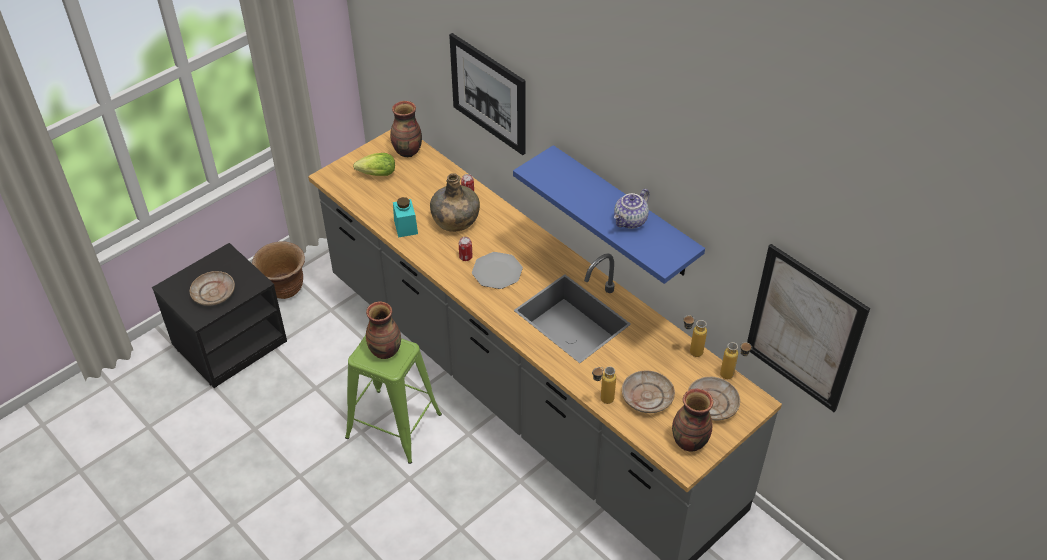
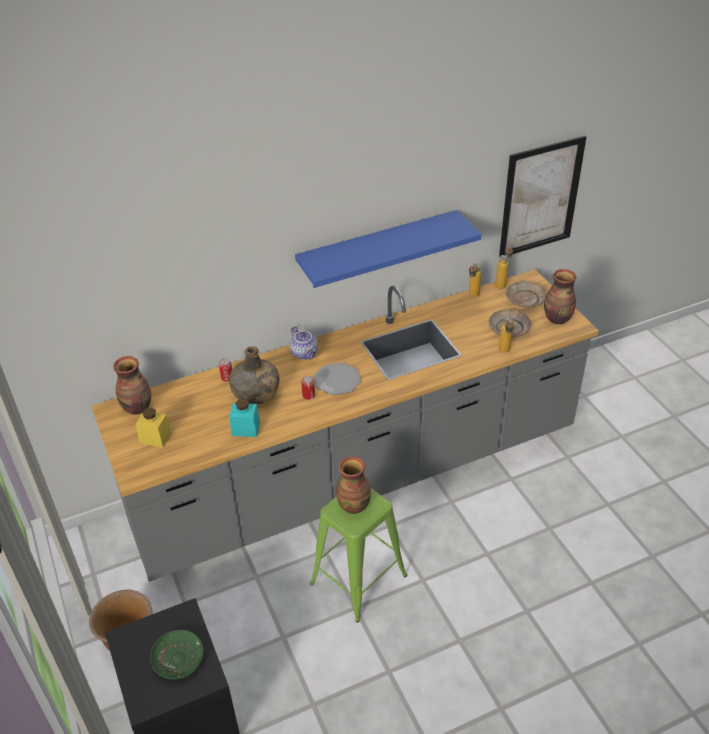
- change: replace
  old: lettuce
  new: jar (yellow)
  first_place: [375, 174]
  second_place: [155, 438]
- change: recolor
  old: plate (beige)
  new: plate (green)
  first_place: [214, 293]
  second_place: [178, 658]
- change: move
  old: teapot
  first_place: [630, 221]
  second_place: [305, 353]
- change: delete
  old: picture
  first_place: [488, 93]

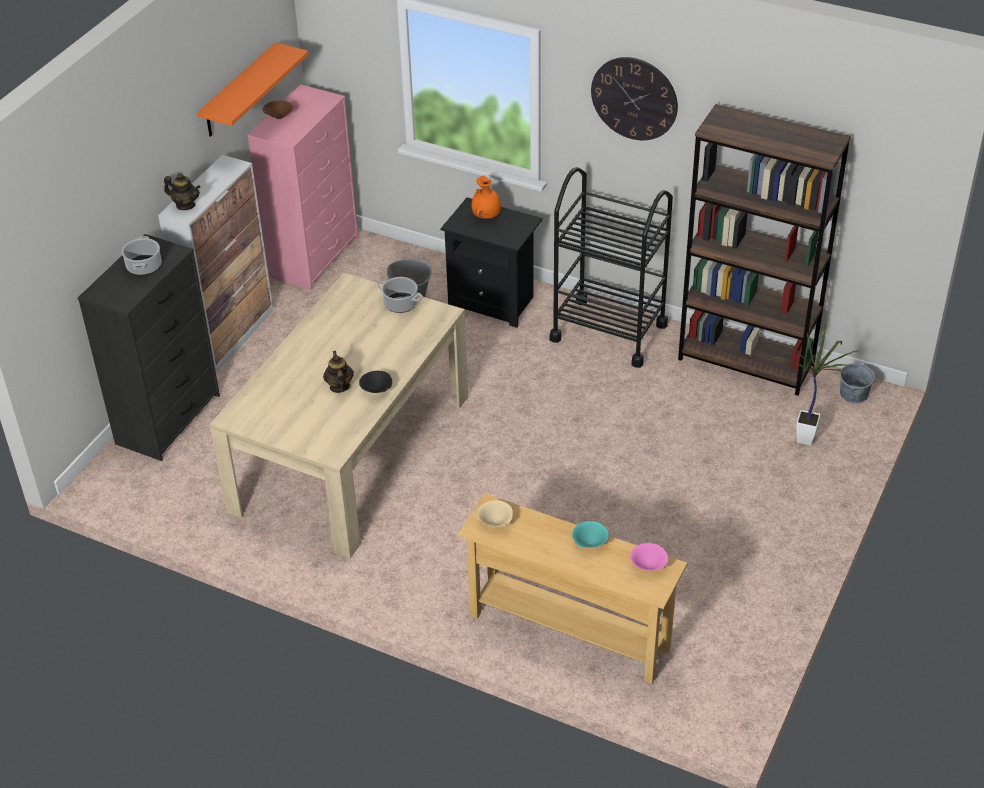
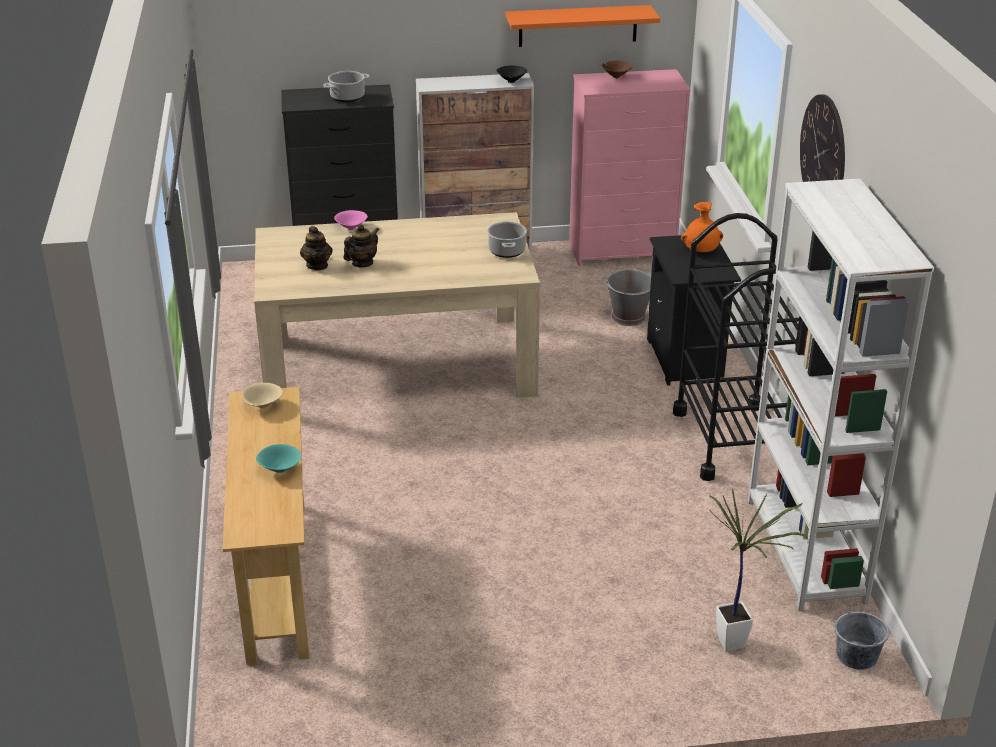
- change: move
  old: teapot
  first_place: [185, 205]
  second_place: [317, 265]
- change: move
  old: bowl (pink)
  first_place: [649, 566]
  second_place: [351, 229]
- change: move
  old: bowl (black)
  first_place: [377, 391]
  second_place: [511, 82]
- change: recolor
  old: bookcase (brown)
  new: bookcase (white)
  first_place: [746, 361]
  second_place: [805, 550]

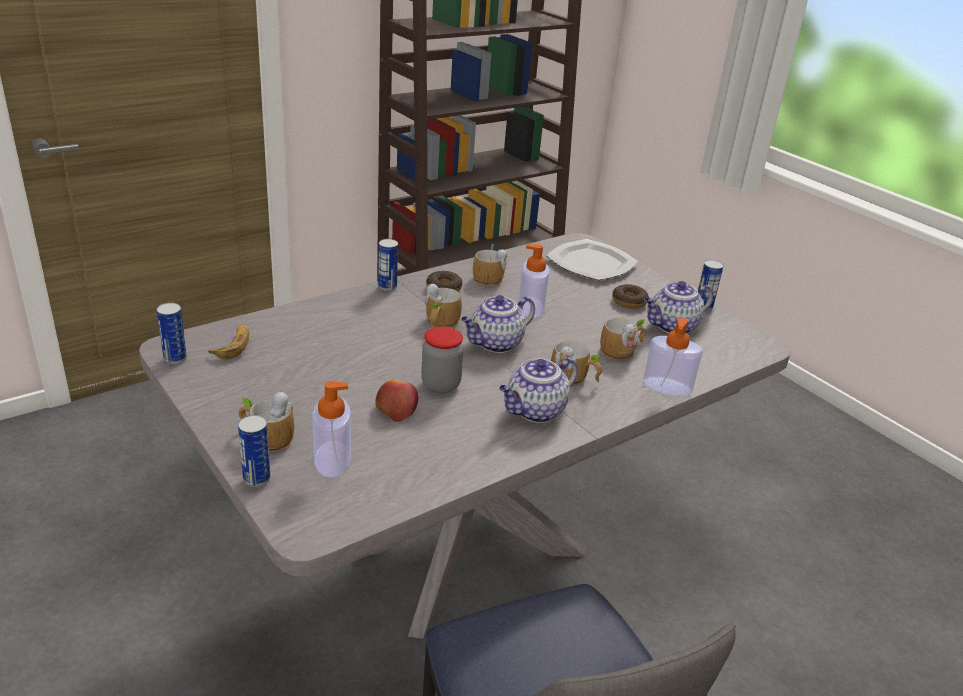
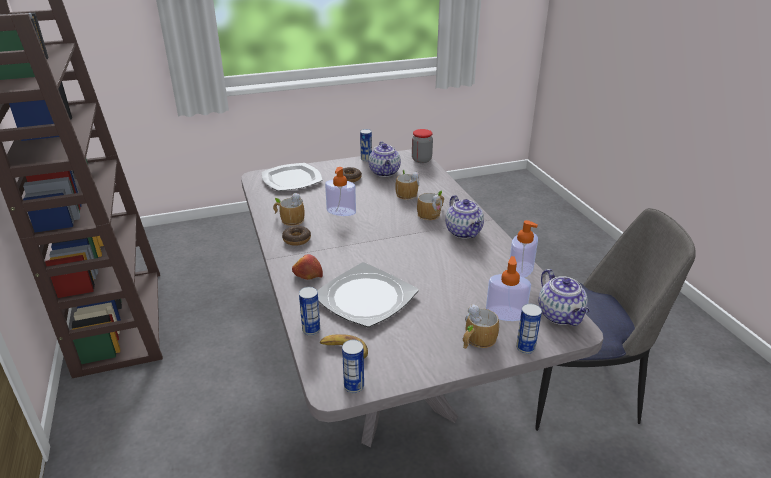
- change: move
  old: apple
  first_place: [396, 408]
  second_place: [307, 275]
- change: move
  old: can
  first_place: [387, 287]
  second_place: [311, 330]
- change: insert
  new: plate
  second_place: [364, 298]
- change: move
  old: jar
  first_place: [440, 384]
  second_place: [421, 160]
- change: move
  old: soap dispenser
  first_place: [667, 386]
  second_place: [520, 270]
- change: move
  old: teapot
  first_place: [495, 344]
  second_place: [561, 316]
- change: delete
  old: mug
  first_place: [440, 323]

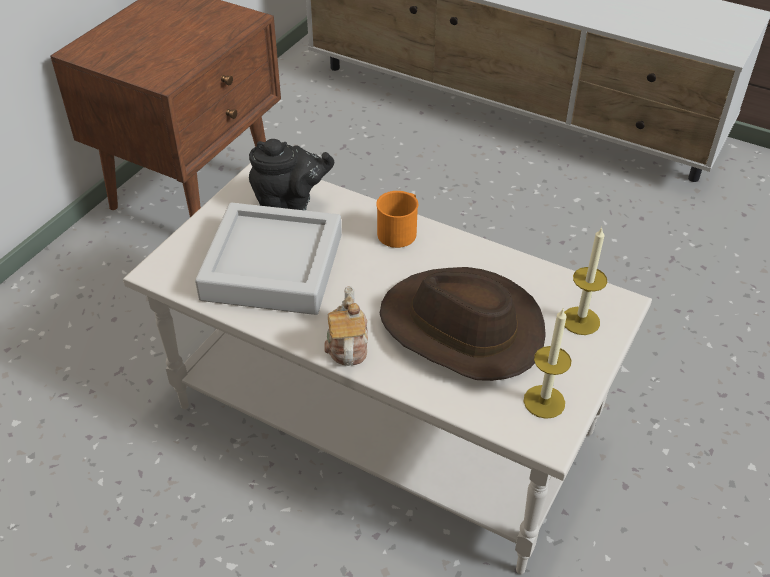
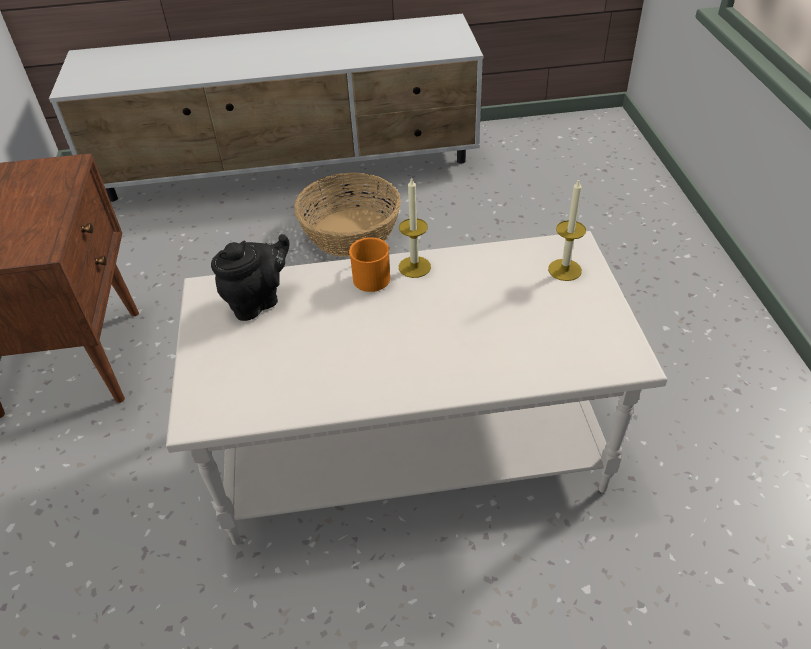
- change: insert
  new: basket
  second_place: [350, 232]
- change: move
  old: candle
  first_place: [544, 401]
  second_place: [414, 267]
- change: delete
  old: tray (grey)
  first_place: [272, 267]
- change: delete
  old: teapot
  first_place: [347, 344]
- change: delete
  old: hat (brown)
  first_place: [461, 329]

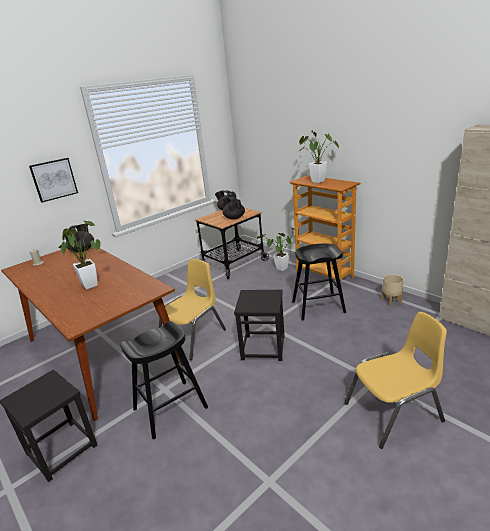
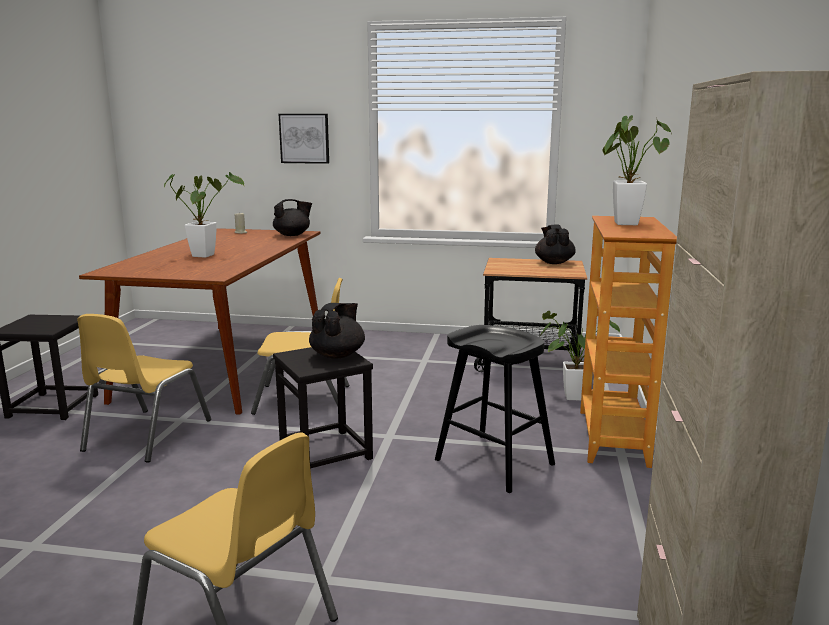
- change: replace
  old: stool (black)
  new: chair (yellow)
  first_place: [170, 408]
  second_place: [146, 435]
- change: move
  old: teapot (black)
  first_place: [234, 218]
  second_place: [338, 355]
- change: delete
  old: planter (beige)
  first_place: [392, 301]

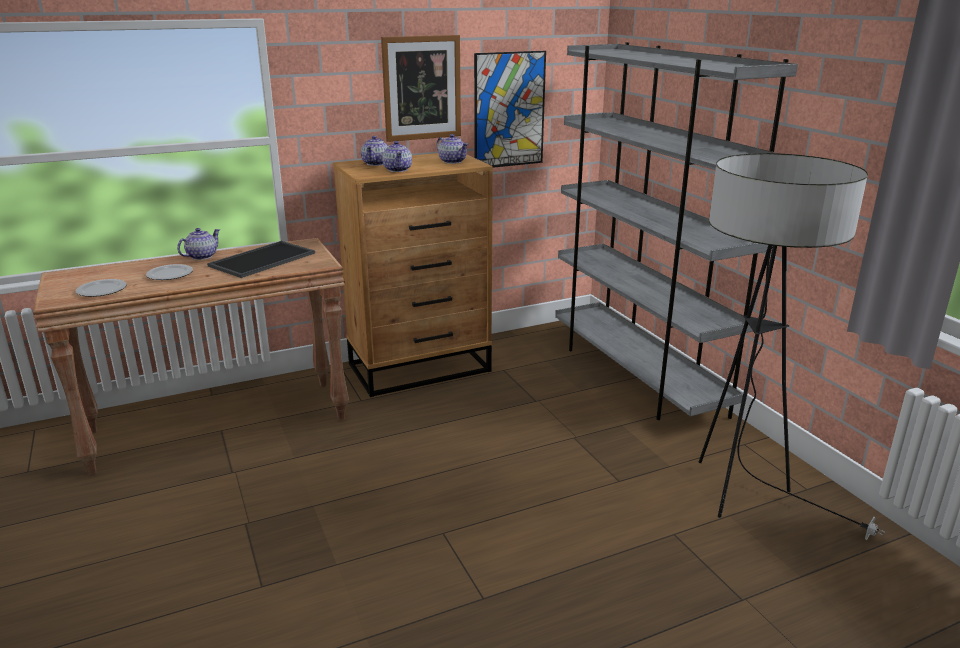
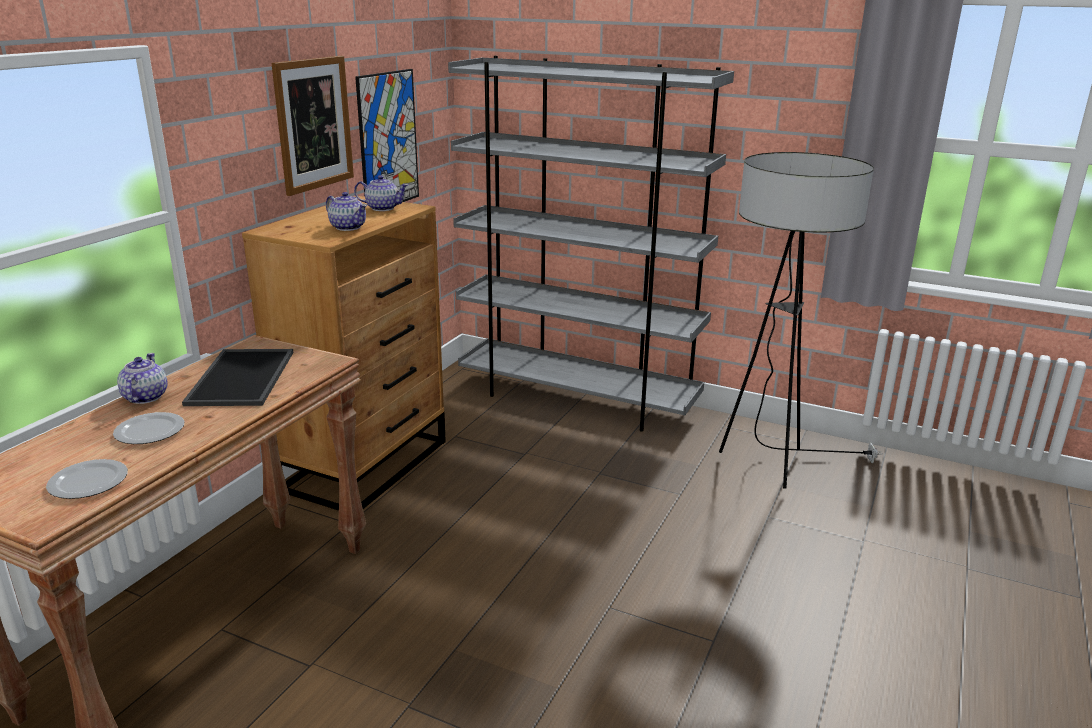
- change: delete
  old: teapot
  first_place: [376, 163]

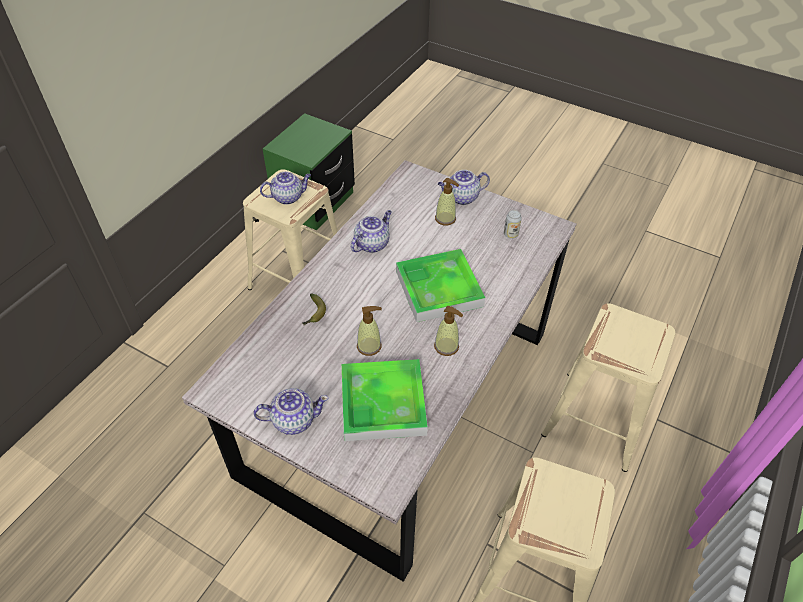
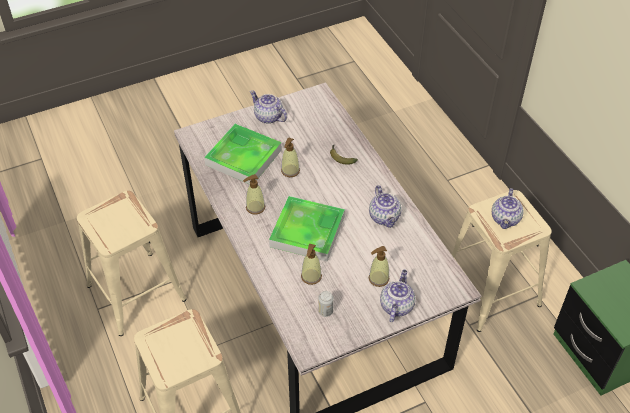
- change: rotate
  old: teapot
  first_place: [293, 419]
  second_place: [268, 117]
  degrees: 105
- change: insert
  new: soap dispenser
  second_place: [311, 276]

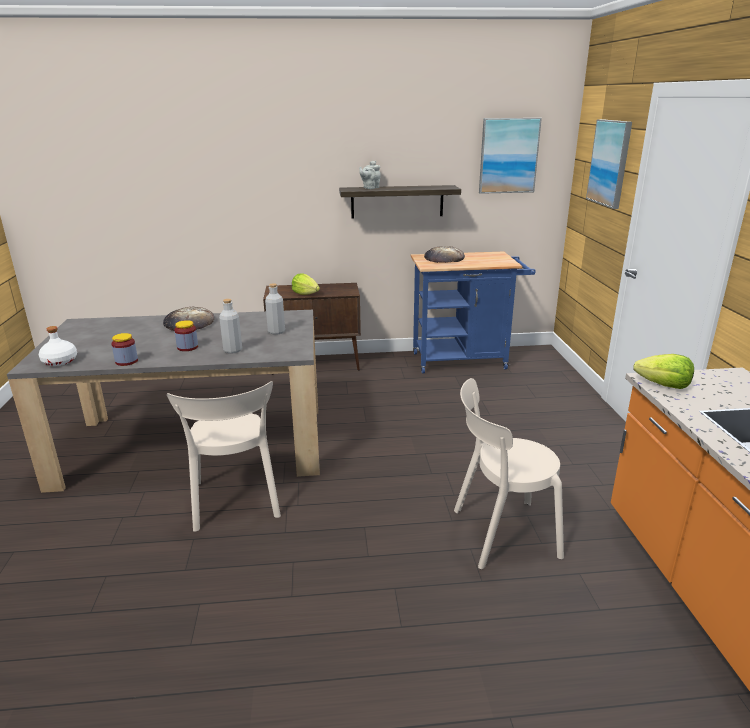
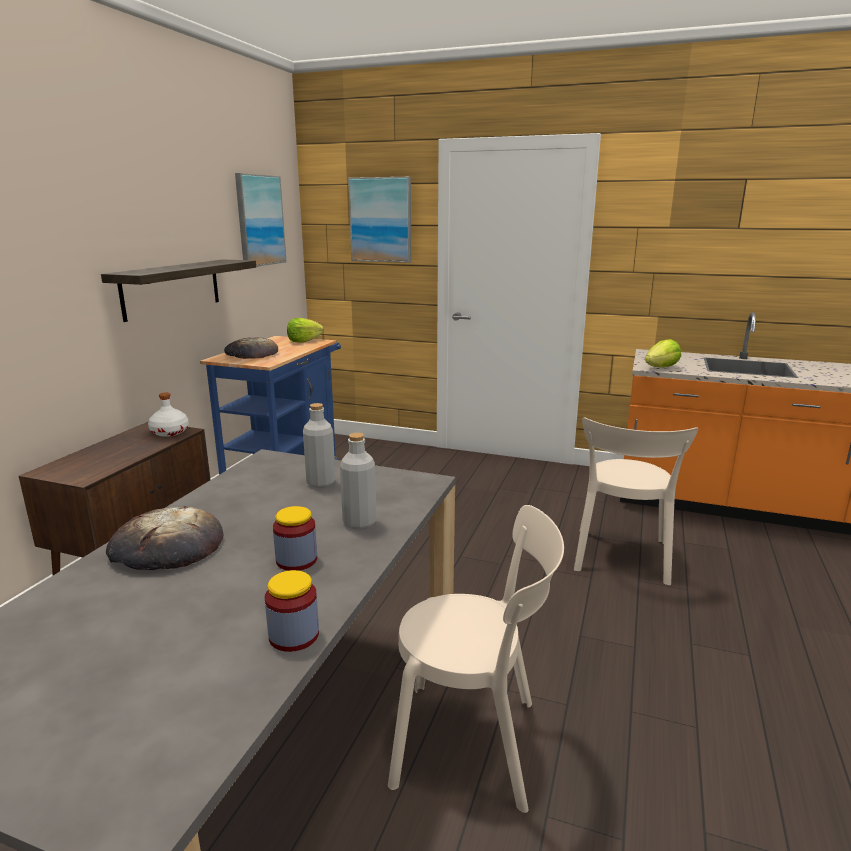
- change: move
  old: bottle (white)
  first_place: [59, 361]
  second_place: [170, 432]
- change: move
  old: lettuce
  first_place: [305, 294]
  second_place: [304, 341]
- change: delete
  old: teapot (grey)
  first_place: [370, 188]

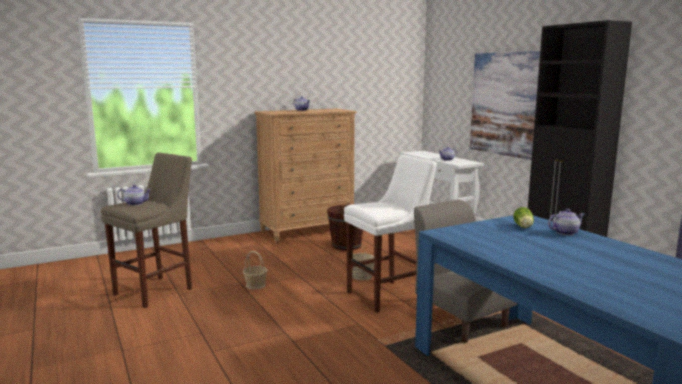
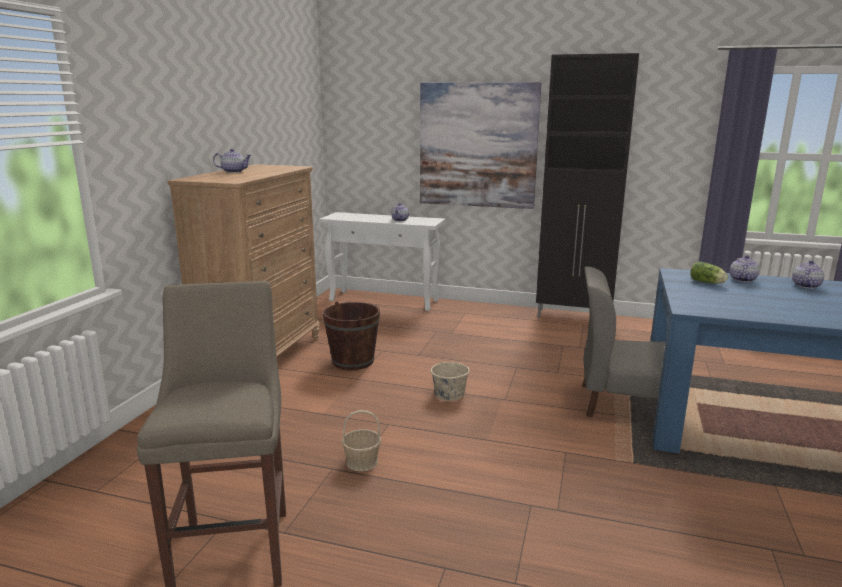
- change: move
  old: teapot
  first_place: [135, 203]
  second_place: [805, 286]
- change: delete
  old: stool (white)
  first_place: [388, 295]

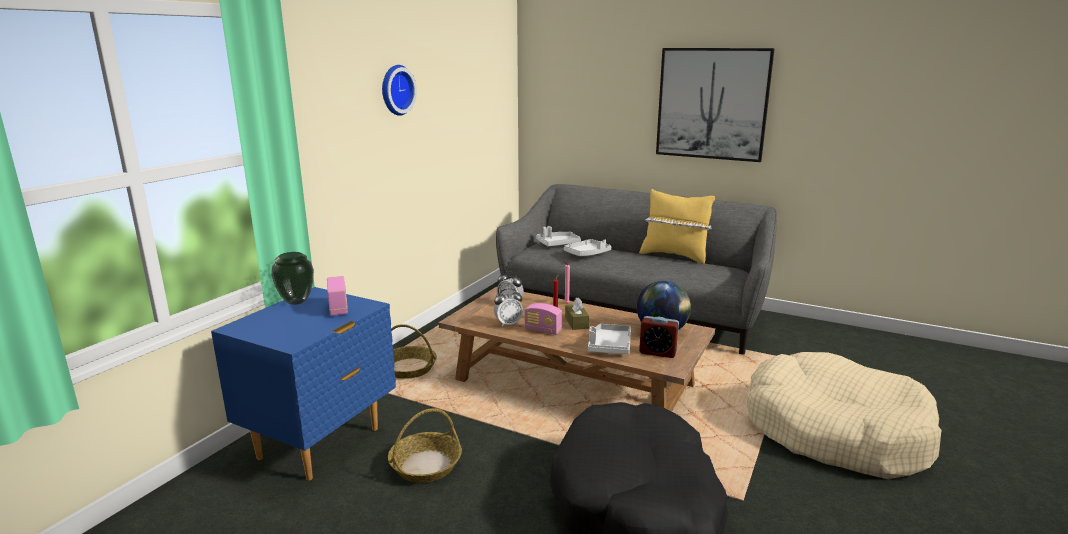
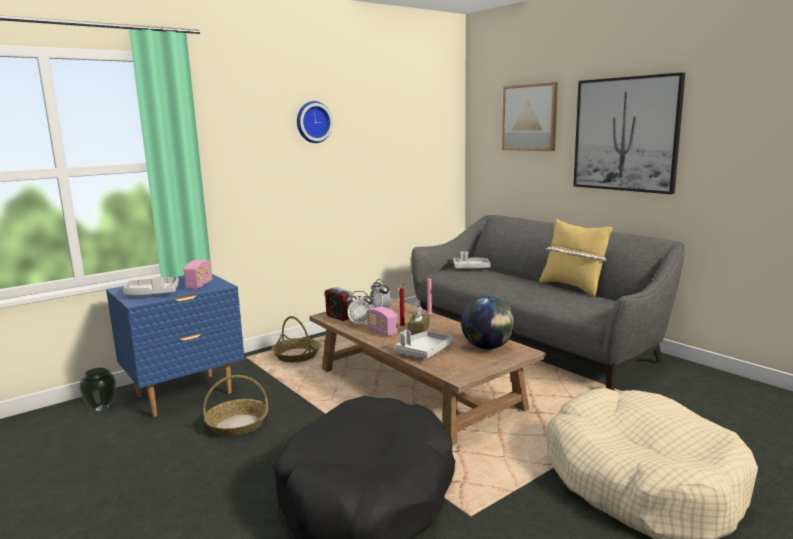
- change: move
  old: vase
  first_place: [297, 301]
  second_place: [102, 408]
- change: move
  old: tray (grey)
  first_place: [587, 254]
  second_place: [153, 294]
- change: move
  old: alarm clock
  first_place: [657, 352]
  second_place: [339, 317]
- change: insert
  new: picture
  second_place: [530, 117]

